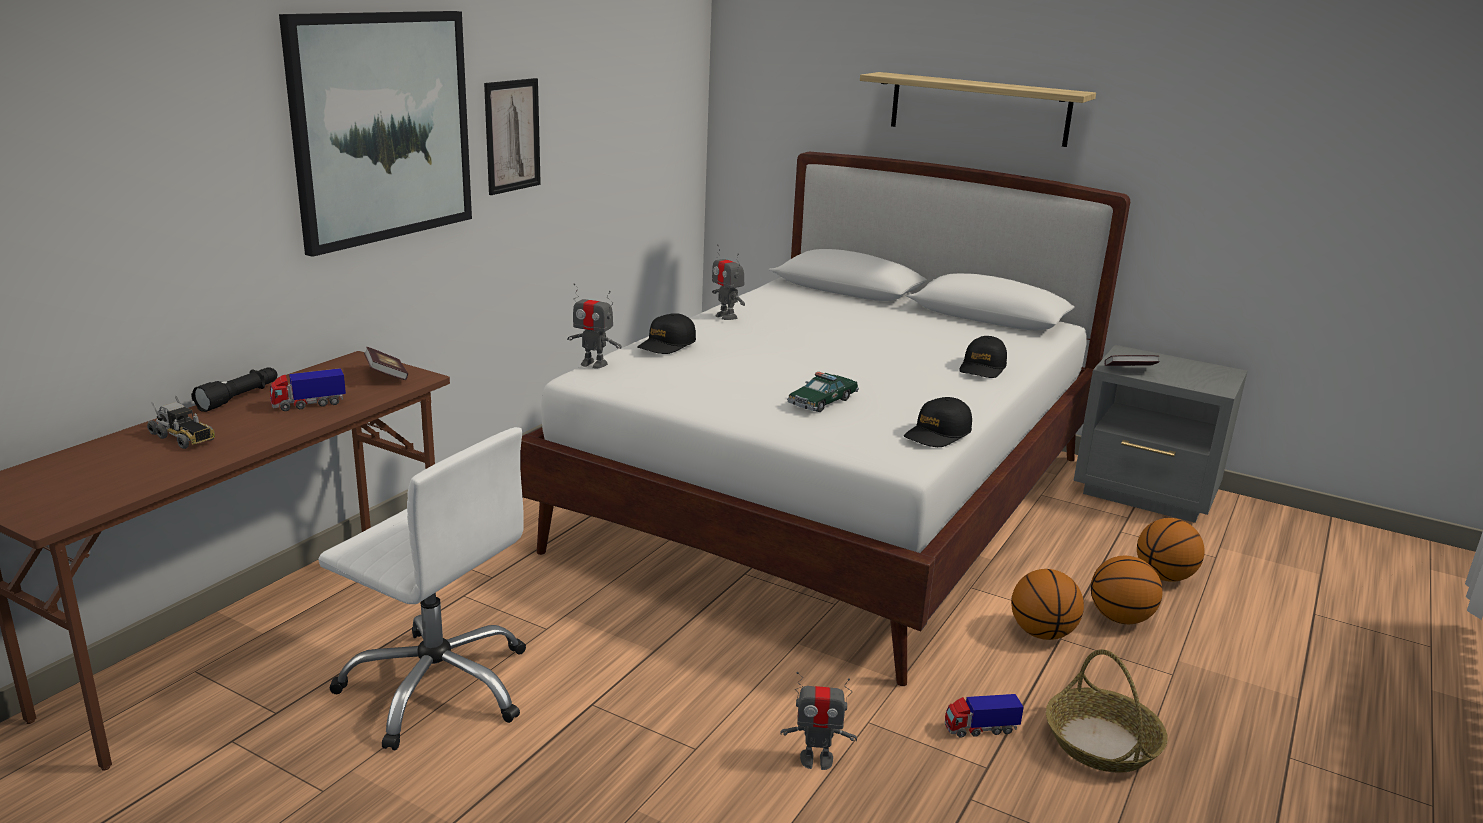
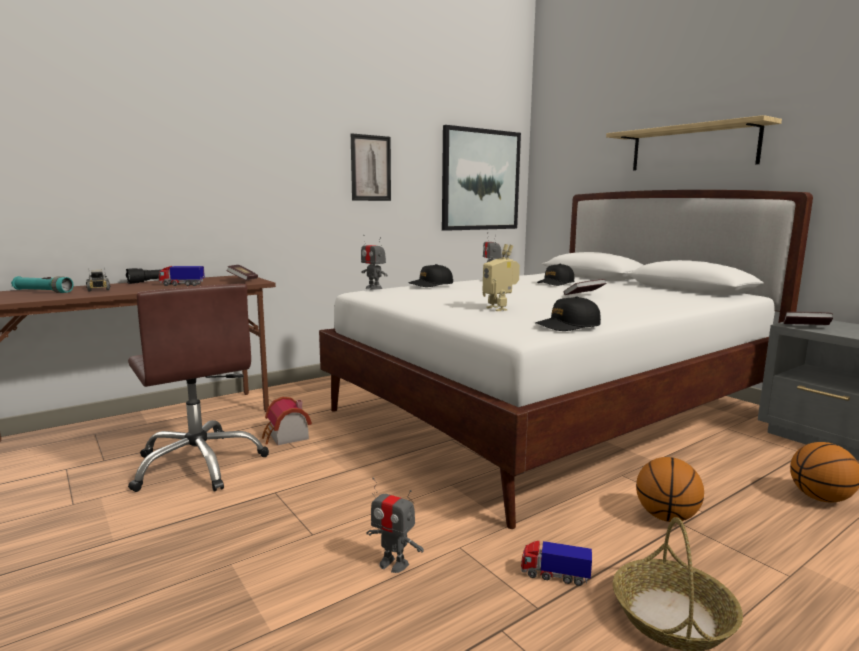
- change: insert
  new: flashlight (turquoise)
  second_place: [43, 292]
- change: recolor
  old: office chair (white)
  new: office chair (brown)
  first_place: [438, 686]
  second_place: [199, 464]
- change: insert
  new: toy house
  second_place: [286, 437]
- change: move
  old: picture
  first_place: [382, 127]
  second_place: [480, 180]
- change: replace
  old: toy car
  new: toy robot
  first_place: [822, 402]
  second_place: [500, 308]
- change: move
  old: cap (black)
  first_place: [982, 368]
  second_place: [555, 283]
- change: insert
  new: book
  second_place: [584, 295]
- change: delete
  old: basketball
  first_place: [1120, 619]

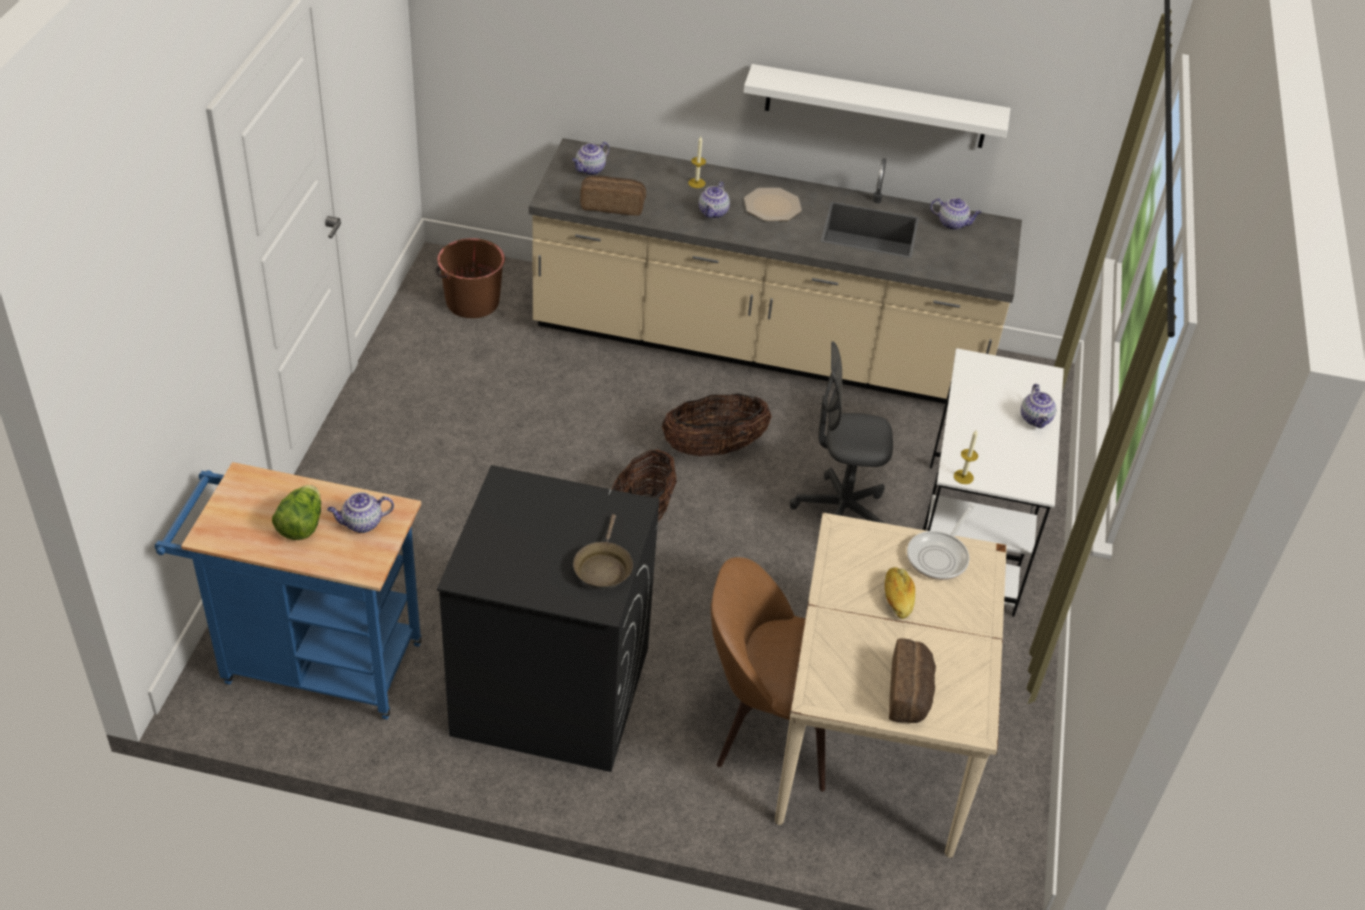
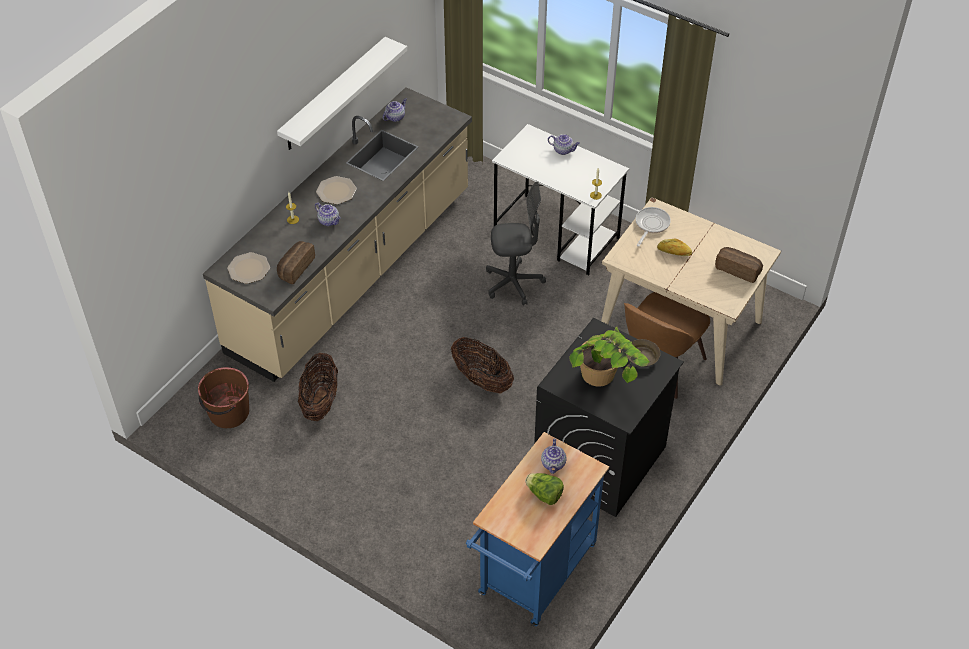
- change: replace
  old: teapot
  new: plate
  first_place: [590, 170]
  second_place: [249, 269]
- change: move
  old: basket
  first_place: [714, 448]
  second_place: [320, 401]
- change: rotate
  old: office chair (grey)
  first_place: [840, 512]
  second_place: [513, 283]
  degrees: -120
- change: insert
  new: potted plant
  second_place: [604, 387]
- change: rotate
  old: frying pan
  first_place: [940, 556]
  second_place: [651, 225]
  degrees: -120

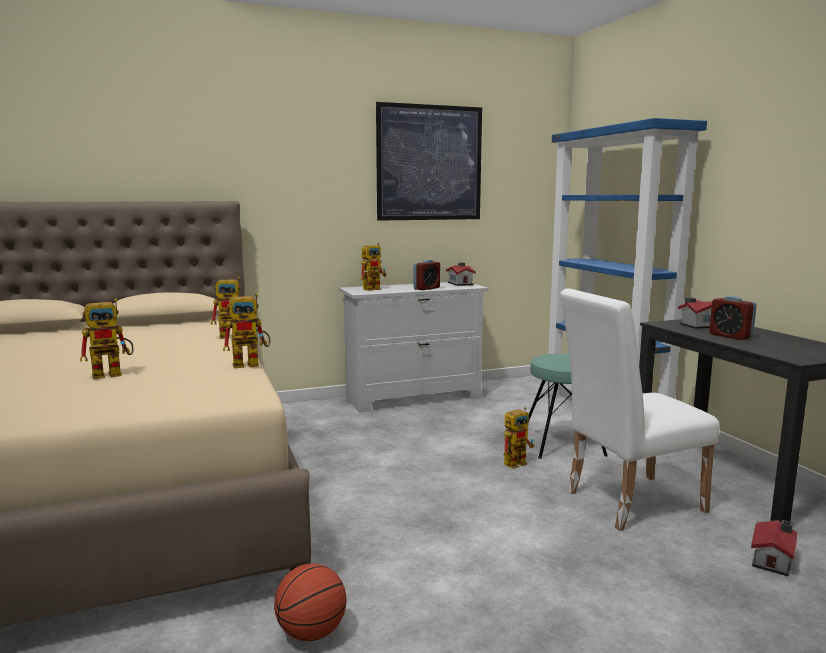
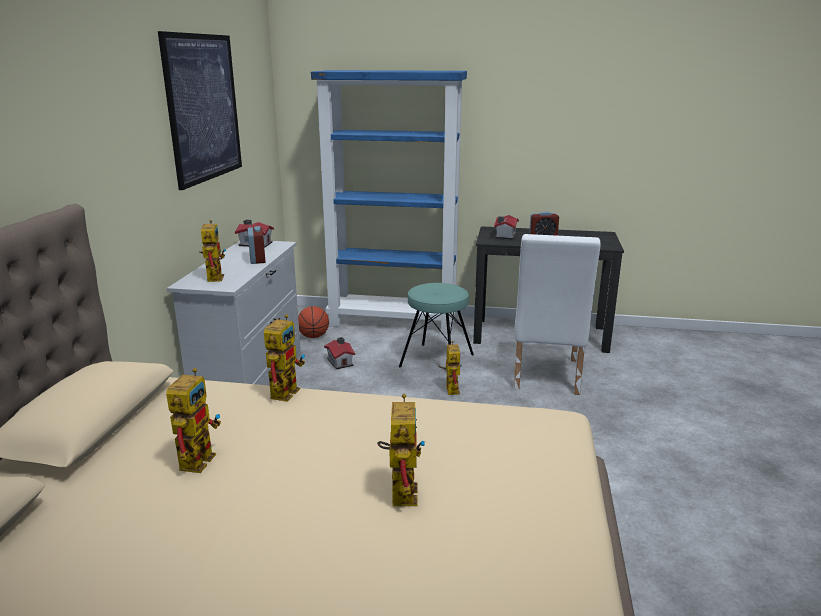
- change: move
  old: toy robot
  first_place: [252, 364]
  second_place: [198, 457]
- change: move
  old: basketball
  first_place: [311, 633]
  second_place: [313, 336]
- change: move
  old: toy house
  first_place: [773, 560]
  second_place: [340, 361]

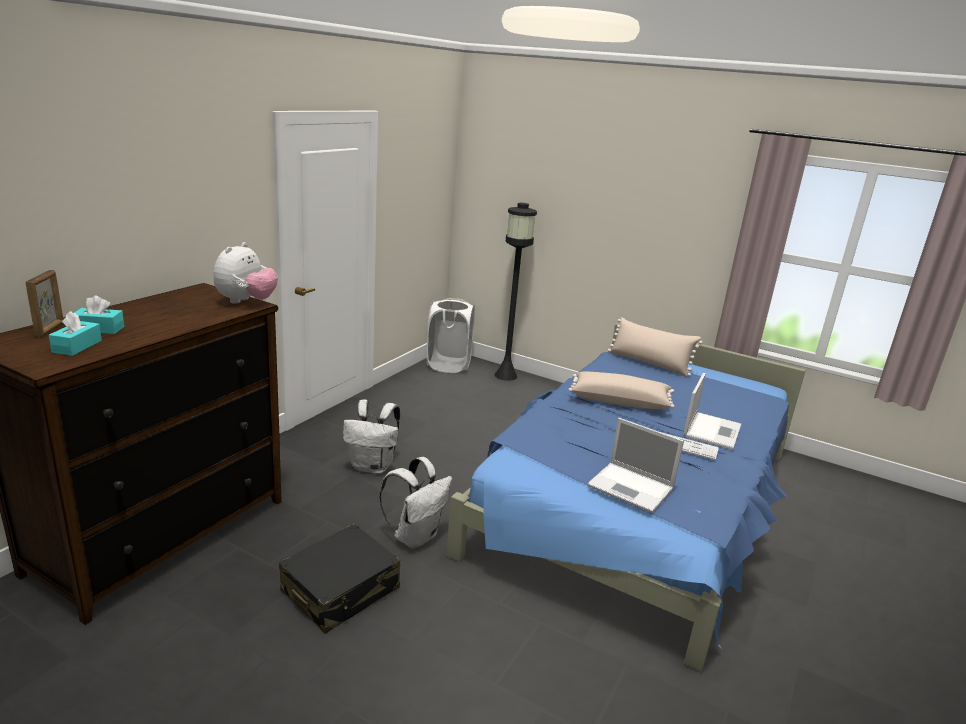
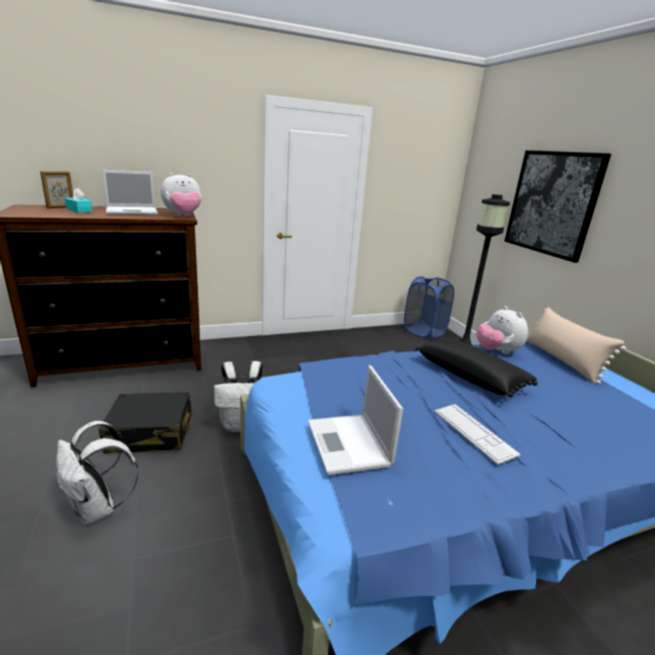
- change: move
  old: backpack (white)
  first_place: [373, 466]
  second_place: [97, 508]
- change: move
  old: laptop
  first_place: [712, 430]
  second_place: [133, 211]
- change: recolor
  old: laundry basket (white)
  new: laundry basket (blue)
  first_place: [448, 365]
  second_place: [424, 331]
- change: recolor
  old: pillow (beige)
  new: pillow (black)
  first_place: [620, 401]
  second_place: [470, 376]
- change: insert
  new: plush toy
  second_place: [496, 351]
- change: insert
  new: picture
  second_place: [552, 203]
- change: delete
  old: tissue box (turquoise)
  first_place: [77, 346]

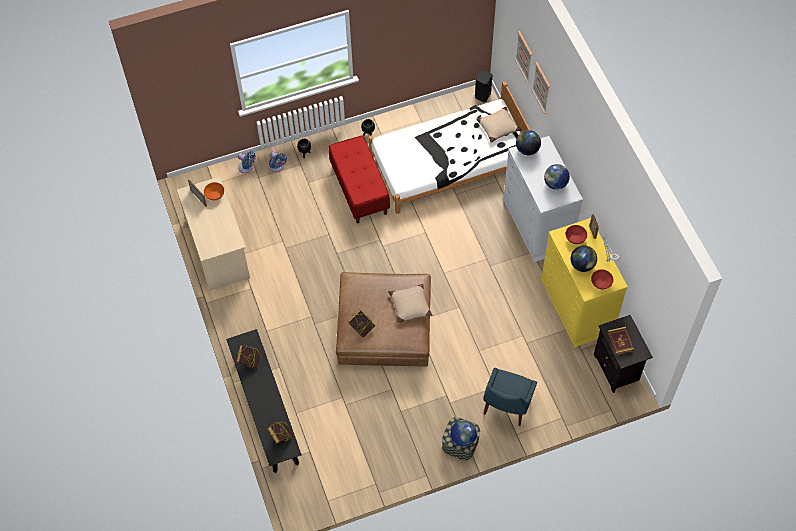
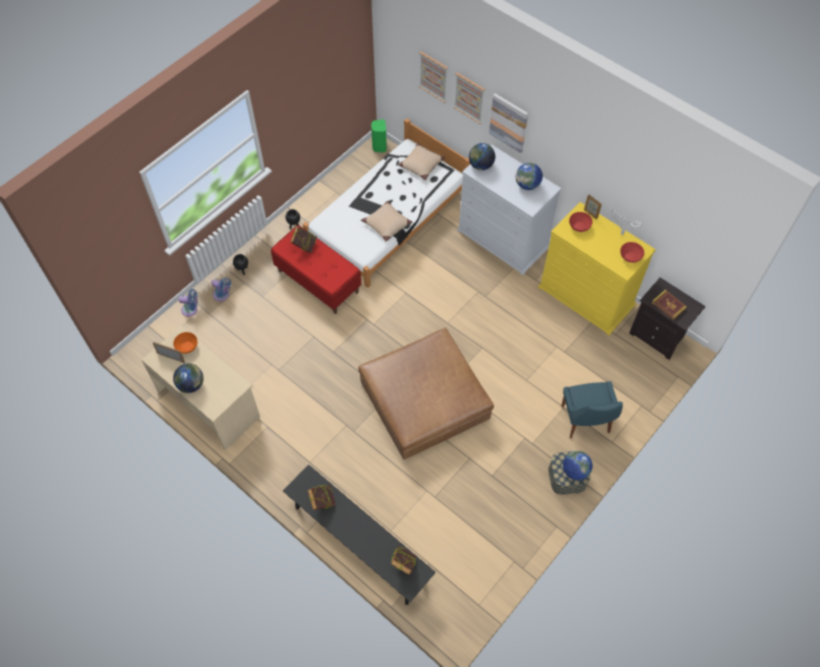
- change: move
  old: globe
  first_place: [582, 265]
  second_place: [191, 385]
- change: move
  old: book
  first_place: [361, 329]
  second_place: [304, 246]
- change: move
  old: pillow (beige)
  first_place: [410, 306]
  second_place: [386, 224]
- change: recolor
  old: speaker (black)
  new: speaker (green)
  first_place: [482, 95]
  second_place: [379, 146]
- change: insert
  new: picture
  second_place: [508, 122]

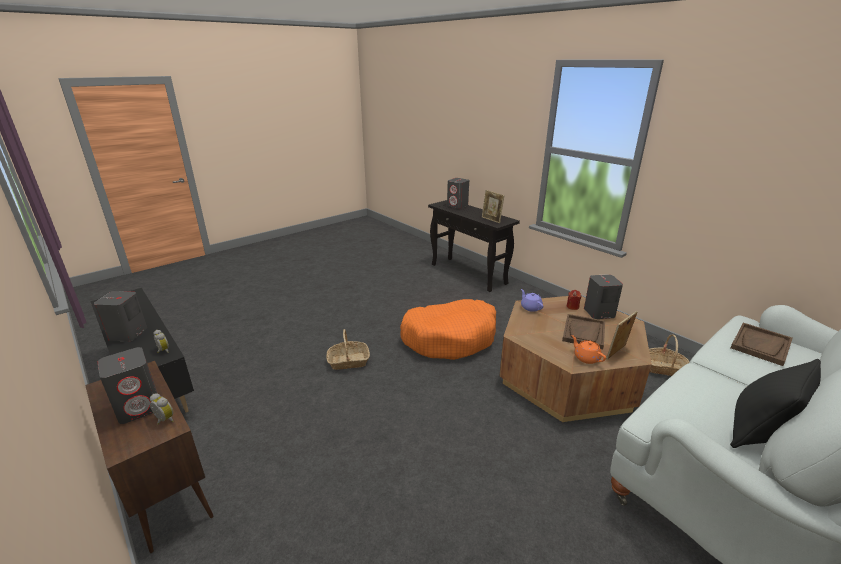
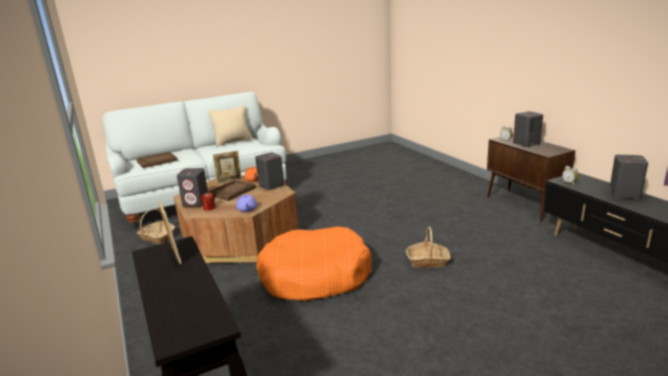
- change: recolor
  old: pillow (black)
  new: pillow (beige)
  first_place: [759, 432]
  second_place: [233, 142]
- change: move
  old: speaker (grey)
  first_place: [457, 205]
  second_place: [271, 185]

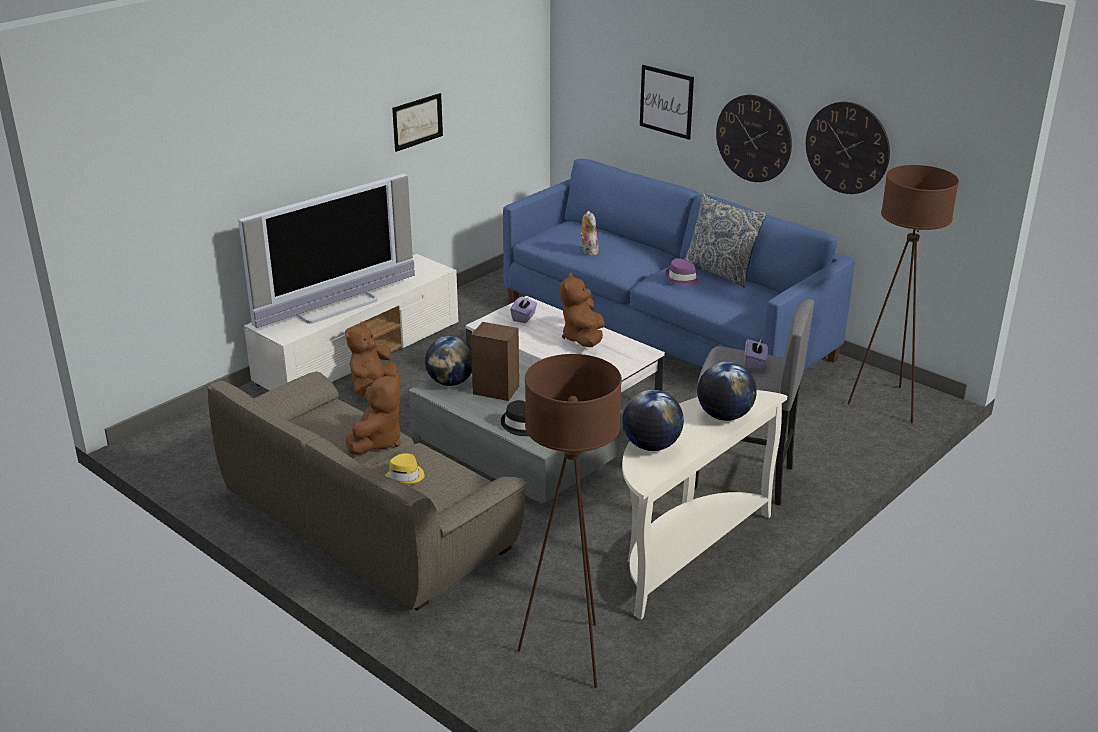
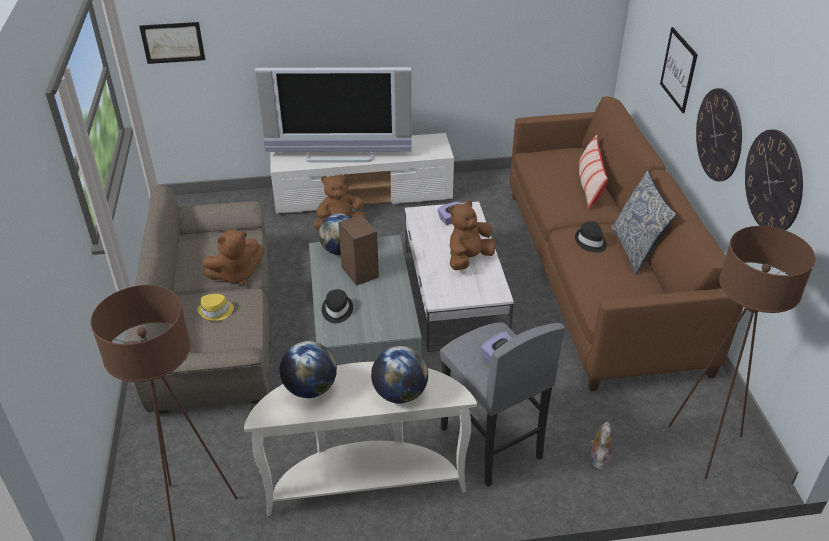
- change: move
  old: picture
  first_place: [417, 121]
  second_place: [173, 42]
- change: recolor
  old: sofa (blue)
  new: sofa (brown)
  first_place: [666, 329]
  second_place: [600, 276]
- change: recolor
  old: hat (purple)
  new: hat (black)
  first_place: [682, 279]
  second_place: [590, 242]
- change: insert
  new: pillow
  second_place: [589, 186]
- change: move
  old: plush toy
  first_place: [588, 251]
  second_place: [598, 458]

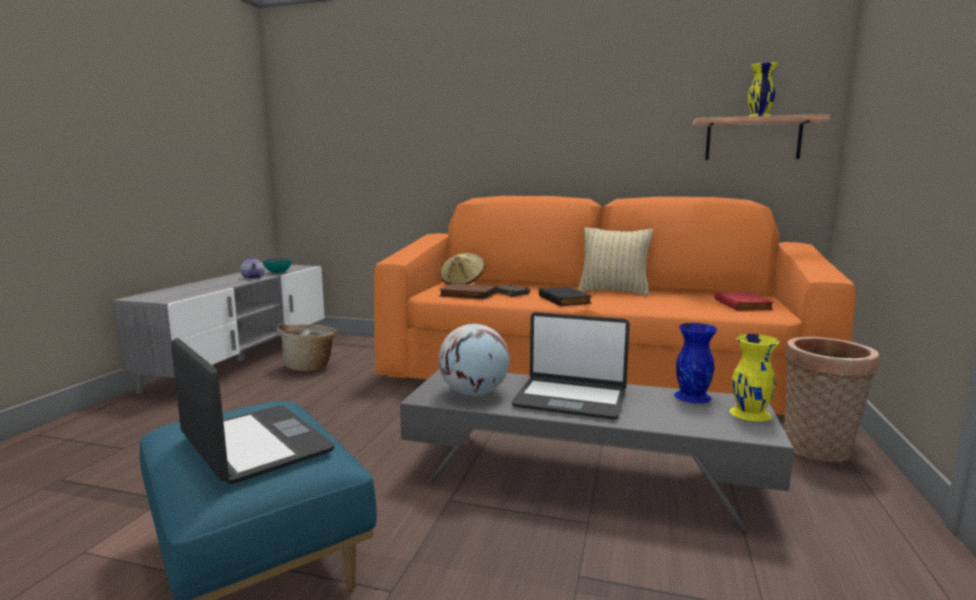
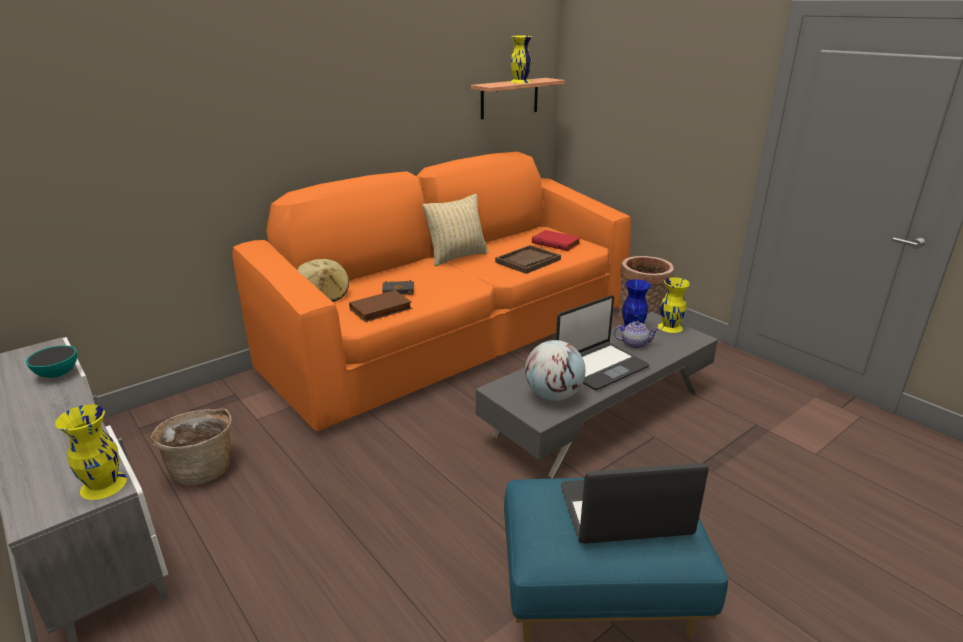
- change: insert
  new: vase (yellow)
  second_place: [104, 485]
- change: insert
  new: tray (brown)
  second_place: [528, 261]
- change: move
  old: teapot
  first_place: [253, 277]
  second_place: [634, 344]
- change: delete
  old: book (black)
  first_place: [566, 300]

